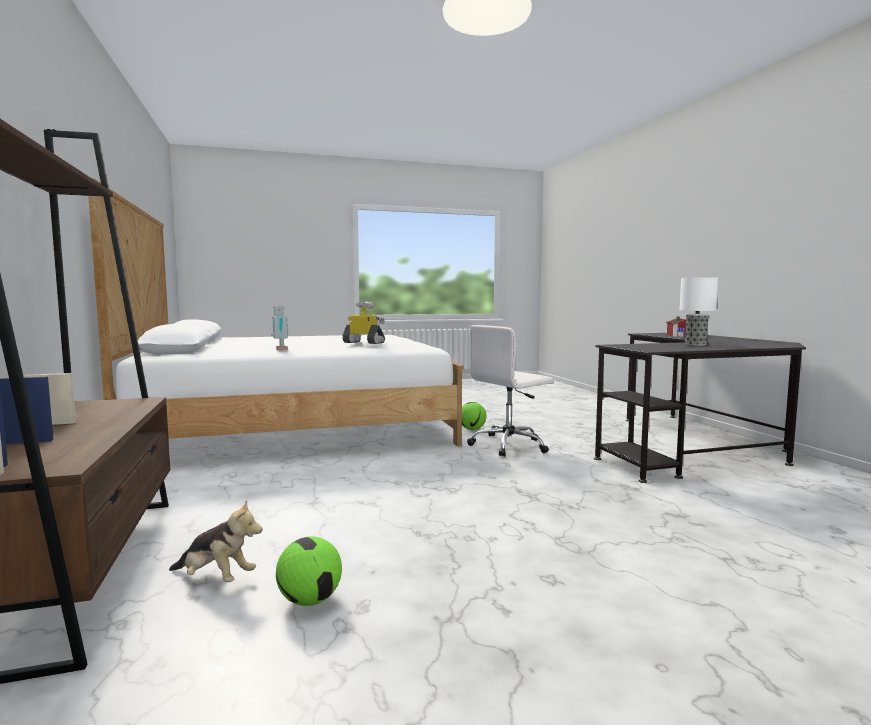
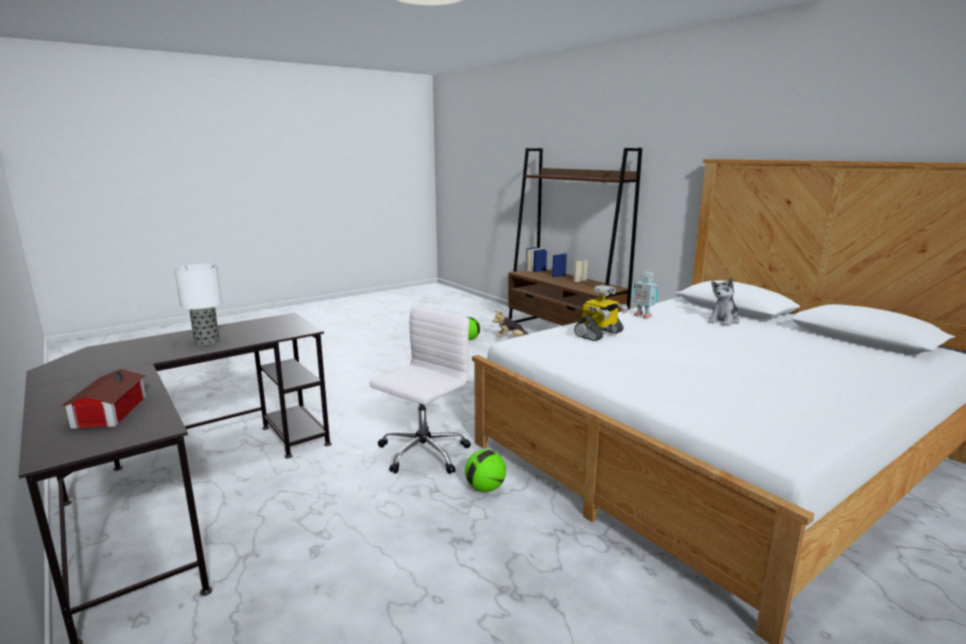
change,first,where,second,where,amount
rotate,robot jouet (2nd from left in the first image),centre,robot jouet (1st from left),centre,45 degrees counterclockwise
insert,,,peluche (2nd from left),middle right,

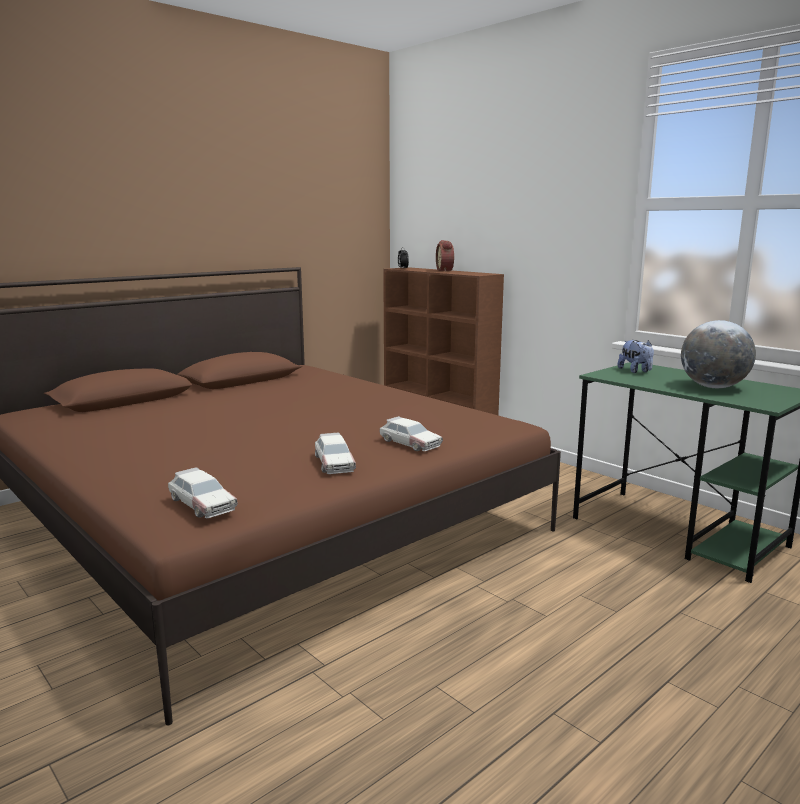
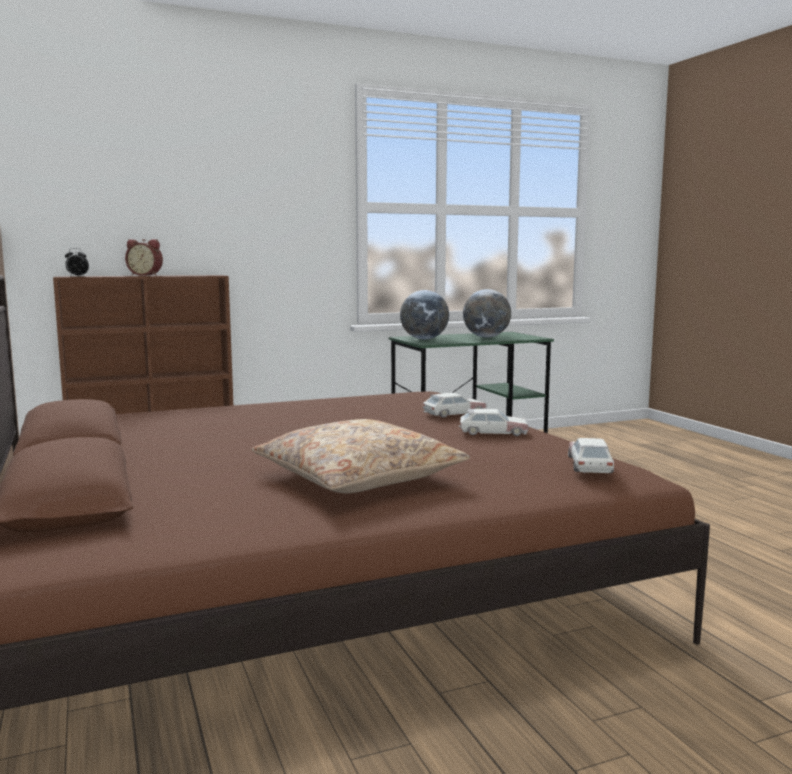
change,first,where,second,where,amount
rotate,petite voiture (1st from left in the first image),middle left,petite voiture (3rd from left),middle right,60 degrees counterclockwise
replace,peluche,middle right,globe (1st from left),centre,
insert,,,coussin/beige,centre,

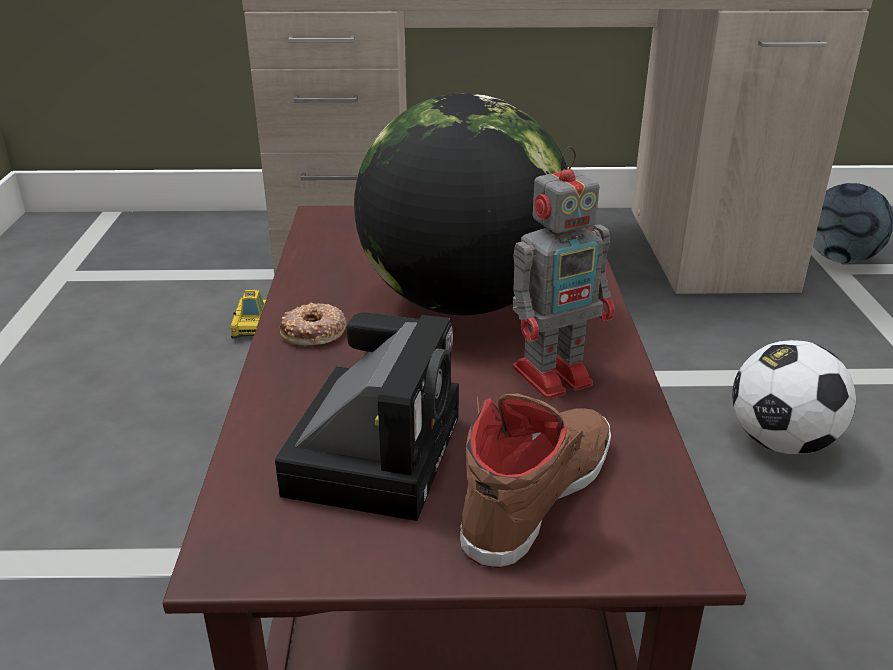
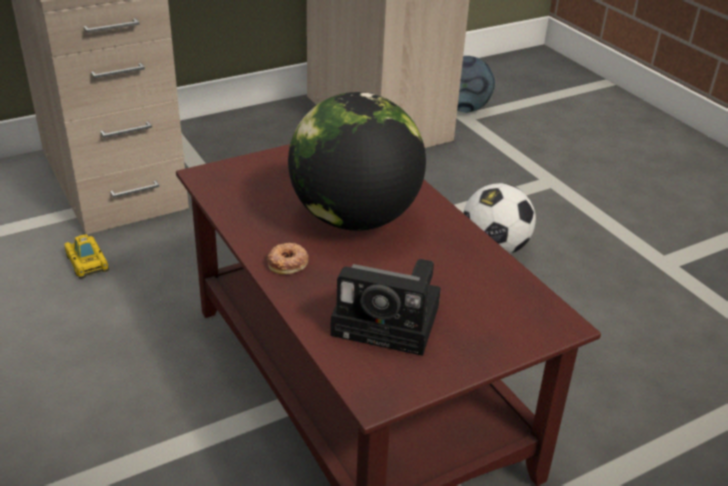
change,first,where,second,where,amount
rotate,appareil photo,centre,,centre,120 degrees clockwise
delete,chaussure/marron,bottom centre,,,
delete,robot jouet,centre,,,

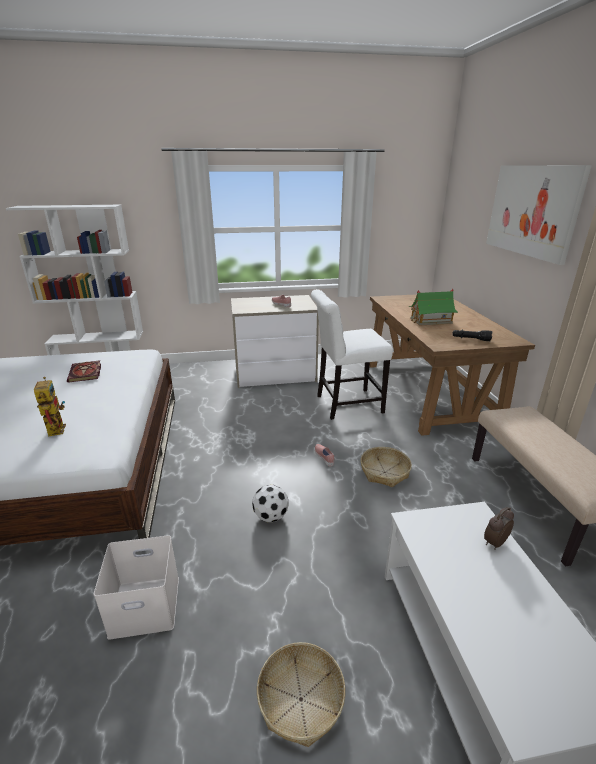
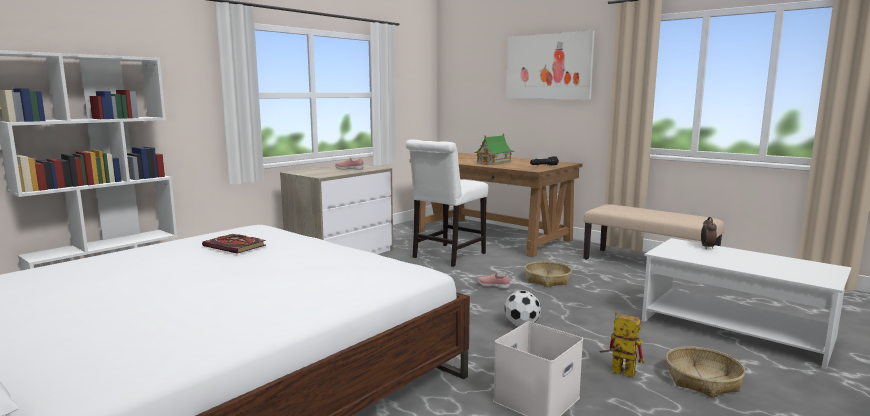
change,first,where,second,where,amount
move,robot jouet,middle left,,bottom right,

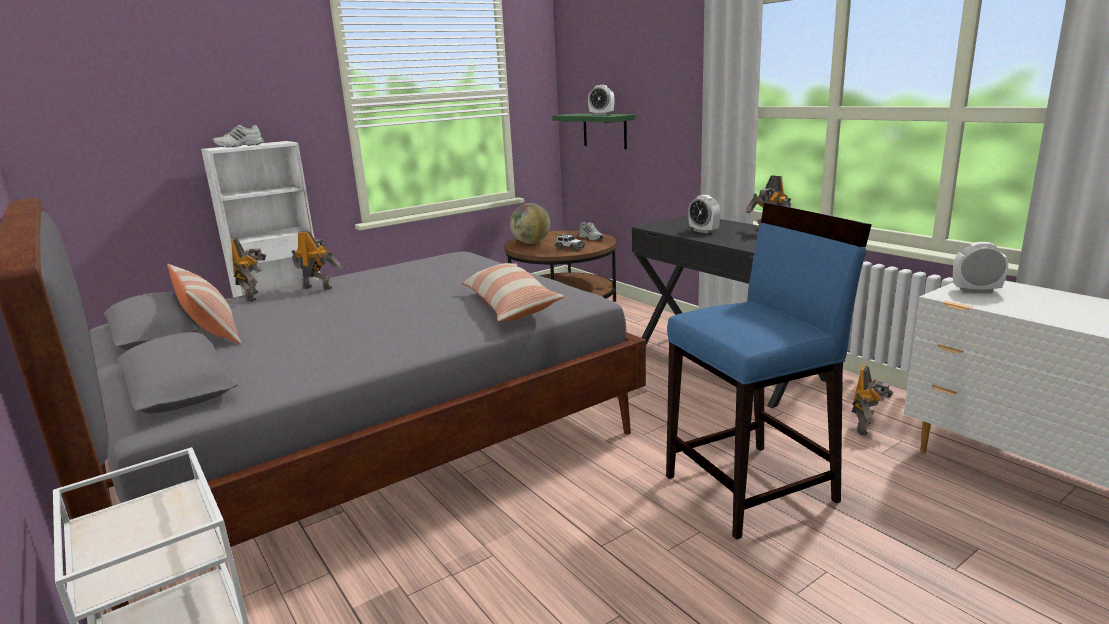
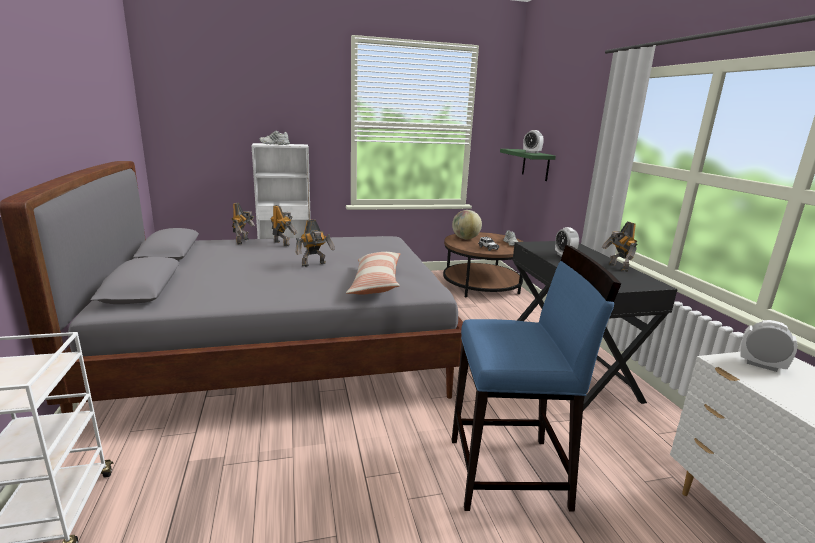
change,first,where,second,where,amount
delete,coussin (1st from left),middle left,,,
move,robot jouet (4th from left in the first image),middle right,robot jouet (3rd from left),centre,

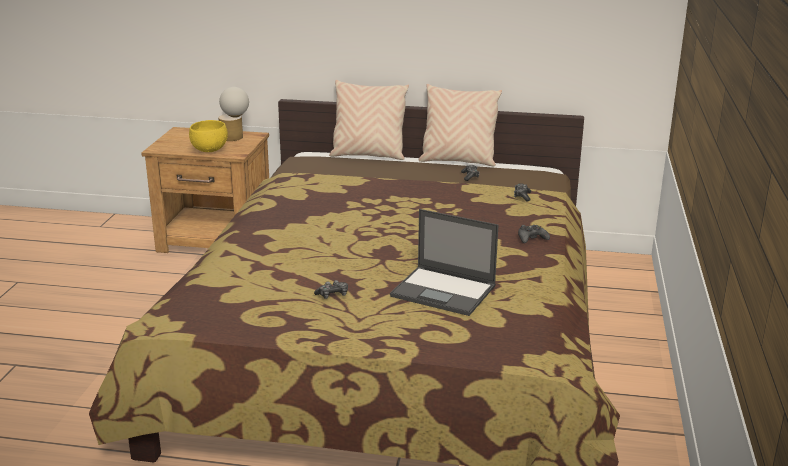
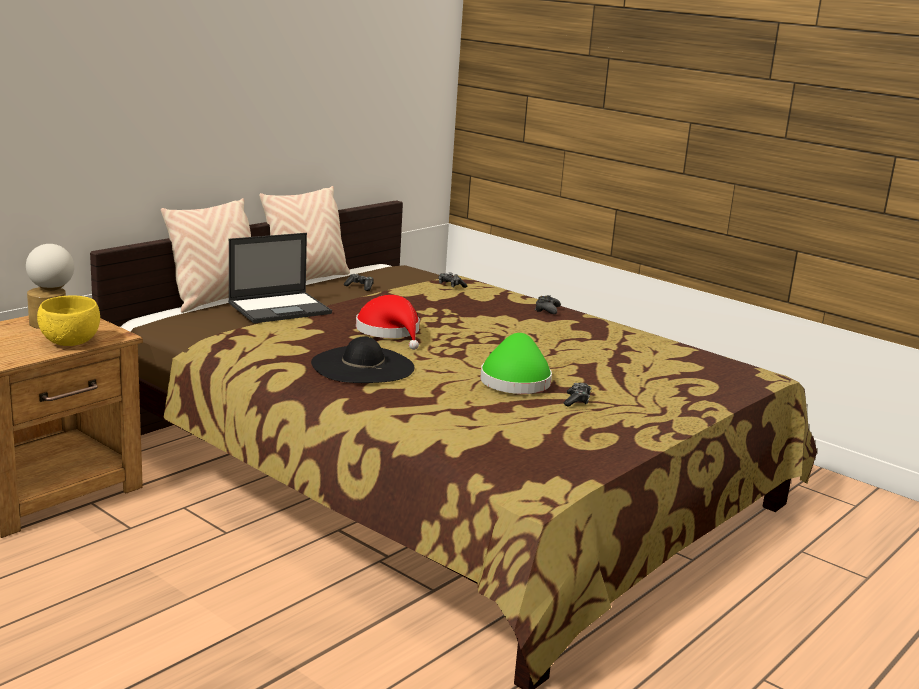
change,first,where,second,where,amount
move,ordinateur portable,centre,,middle left,
insert,,,chapeau/noir,centre,
insert,,,chapeau/rouge,centre,
insert,,,chapeau/vert,centre,

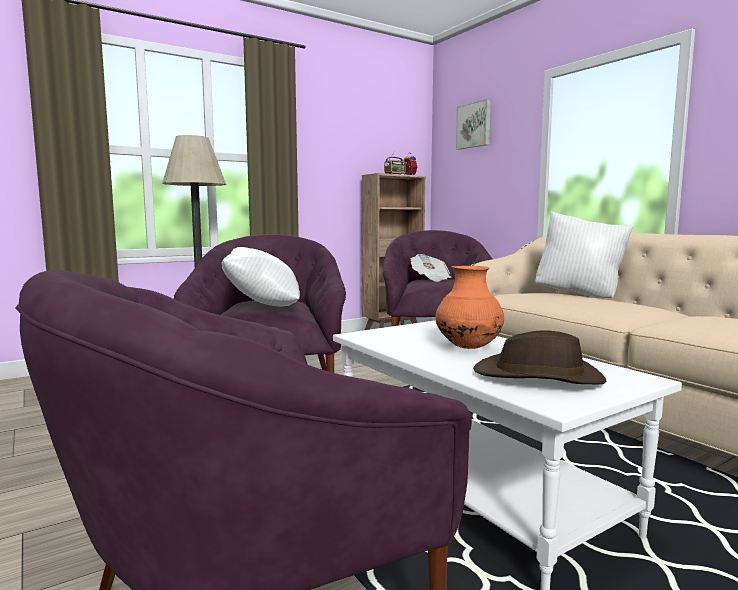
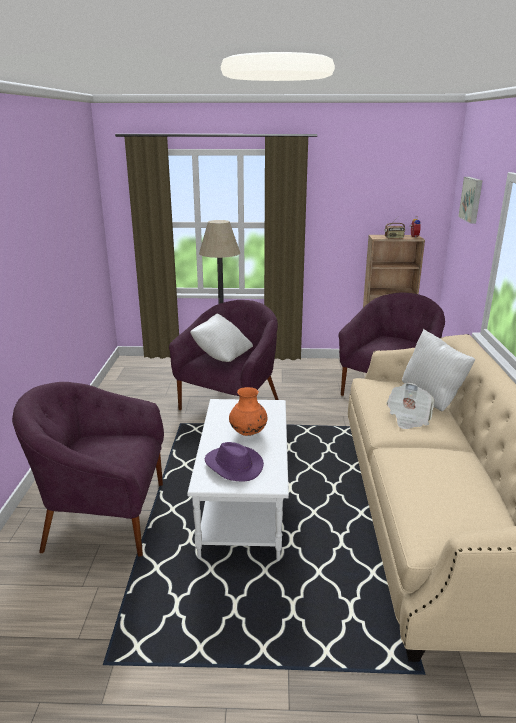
change,first,where,second,where,amount
move,journal,centre,,middle right,
recolor,chapeau/marron,middle right,chapeau/violet,centre,

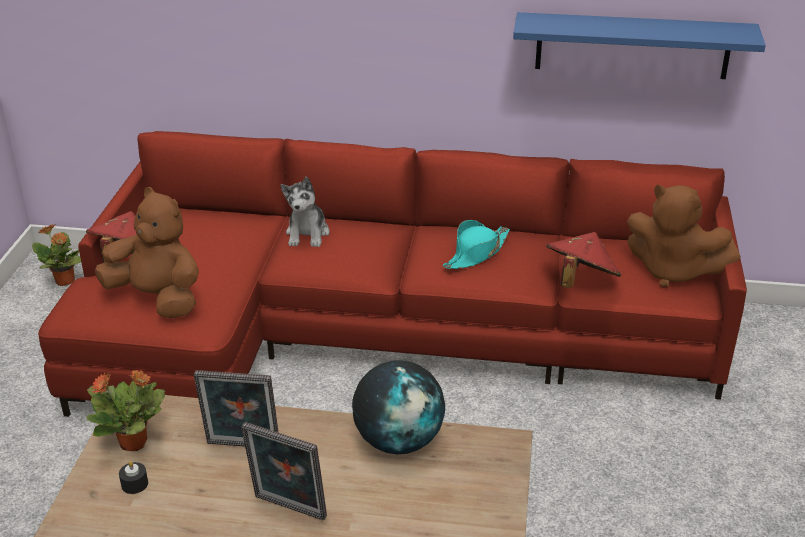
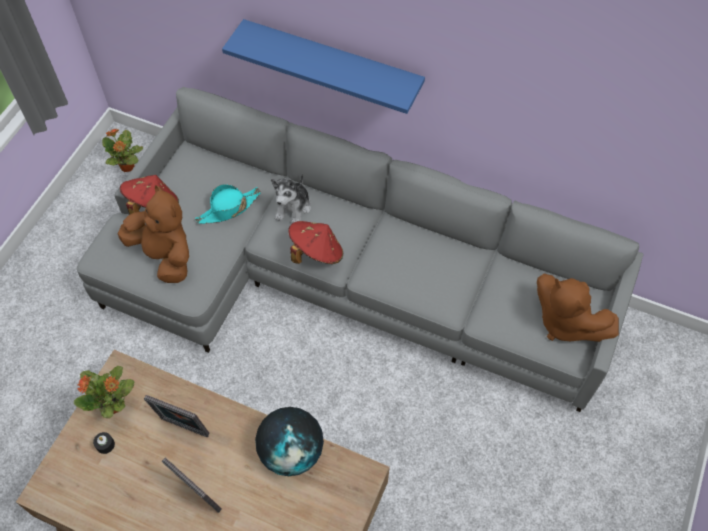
change,first,where,second,where,amount
recolor,canapé/rouge,centre,canapé/gris,centre,
move,chapeau/turquoise,centre,,middle left,
move,étagère/bleu,top right,,top centre,
move,chapeau/rouge (2nd from left),middle right,,centre,

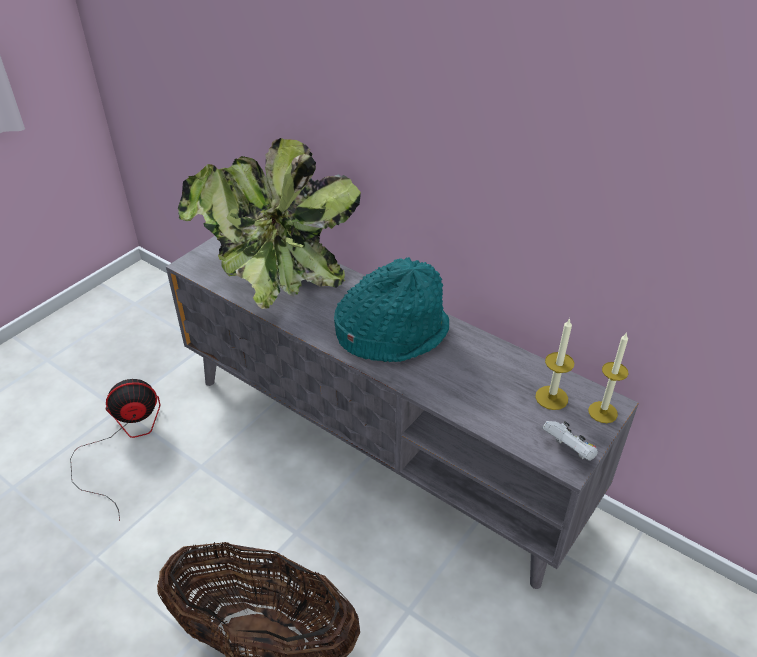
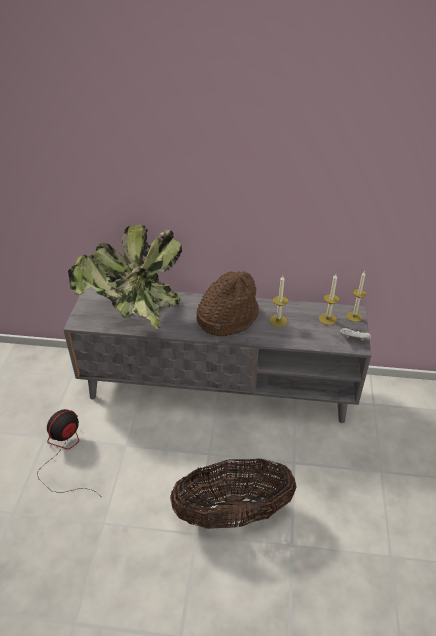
change,first,where,second,where,amount
recolor,chapeau/turquoise,centre,chapeau/marron,centre,
insert,,,bougie (1st from left),centre,

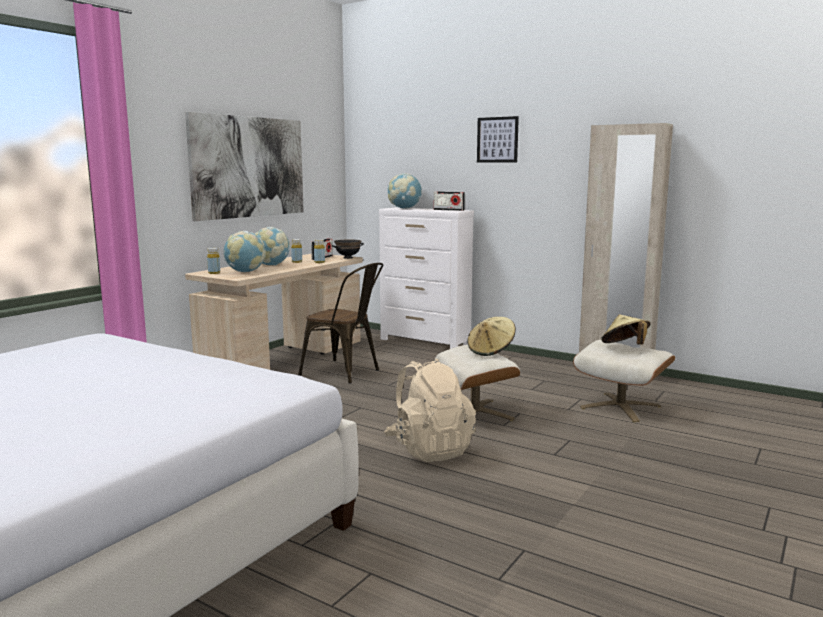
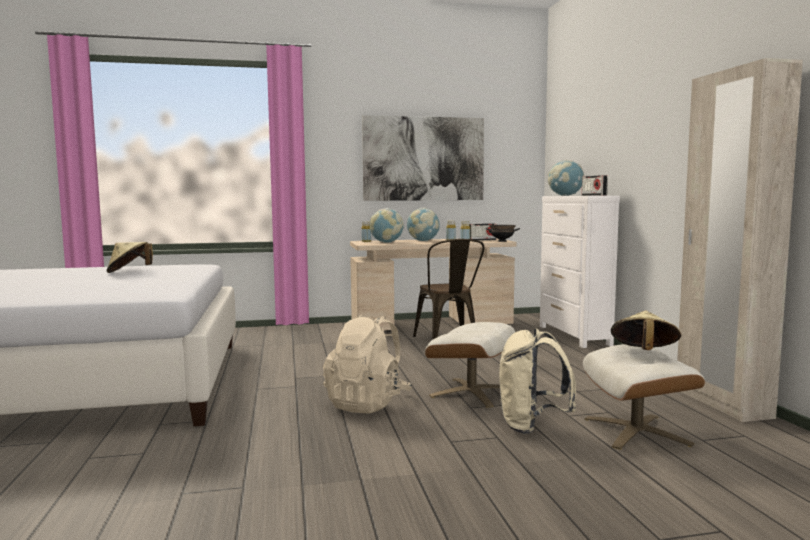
change,first,where,second,where,amount
move,chapeau/beige (1st from left),centre,,middle left,
delete,tableau (2nd from left),top centre,,,
insert,,,sac à dos/beige (2nd from left),bottom centre,

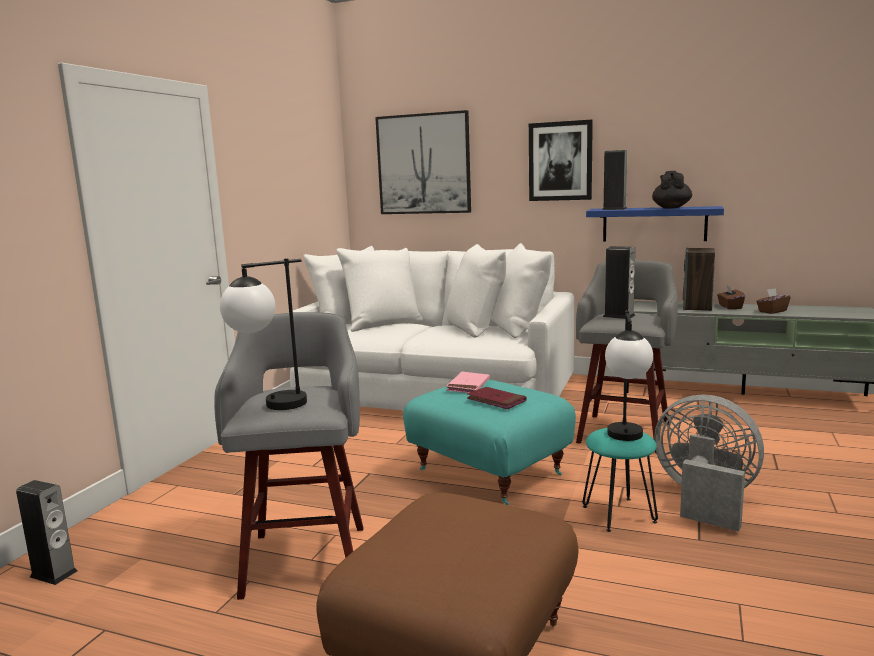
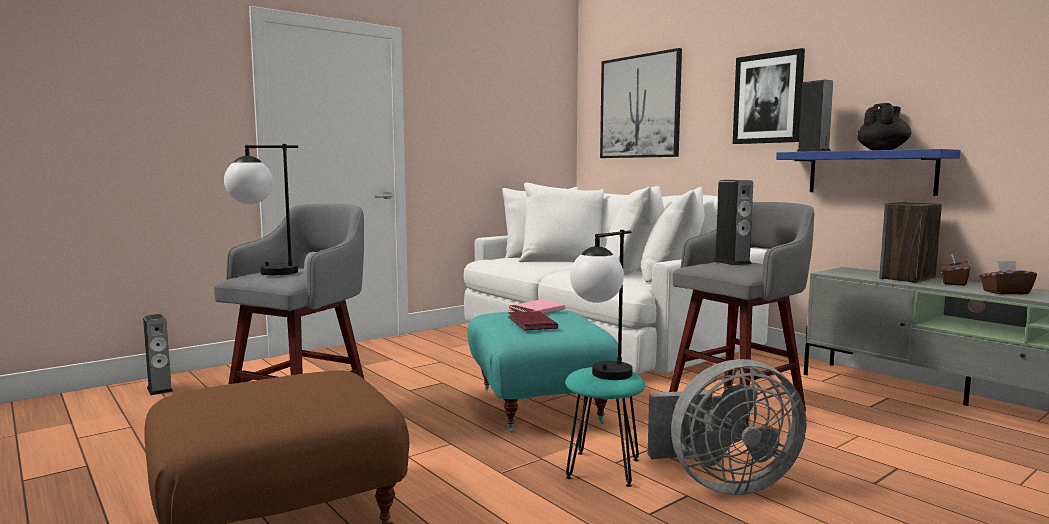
change,first,where,second,where,amount
rotate,ventilateur/gris,bottom right,,bottom right,105 degrees clockwise

